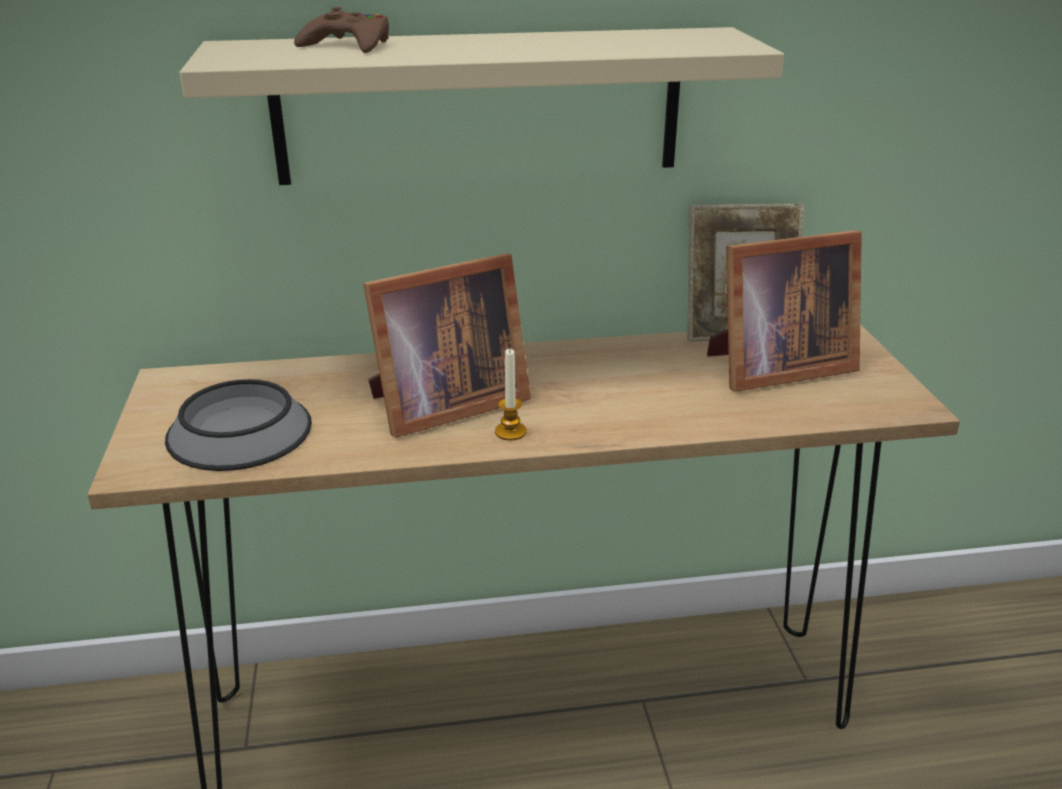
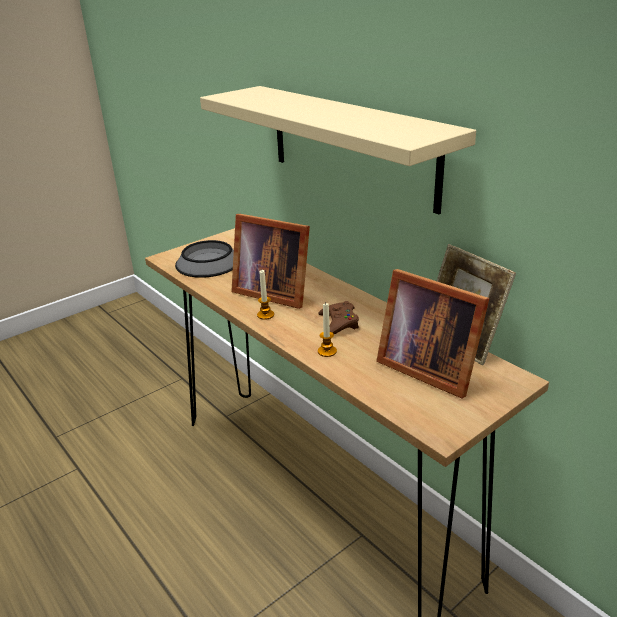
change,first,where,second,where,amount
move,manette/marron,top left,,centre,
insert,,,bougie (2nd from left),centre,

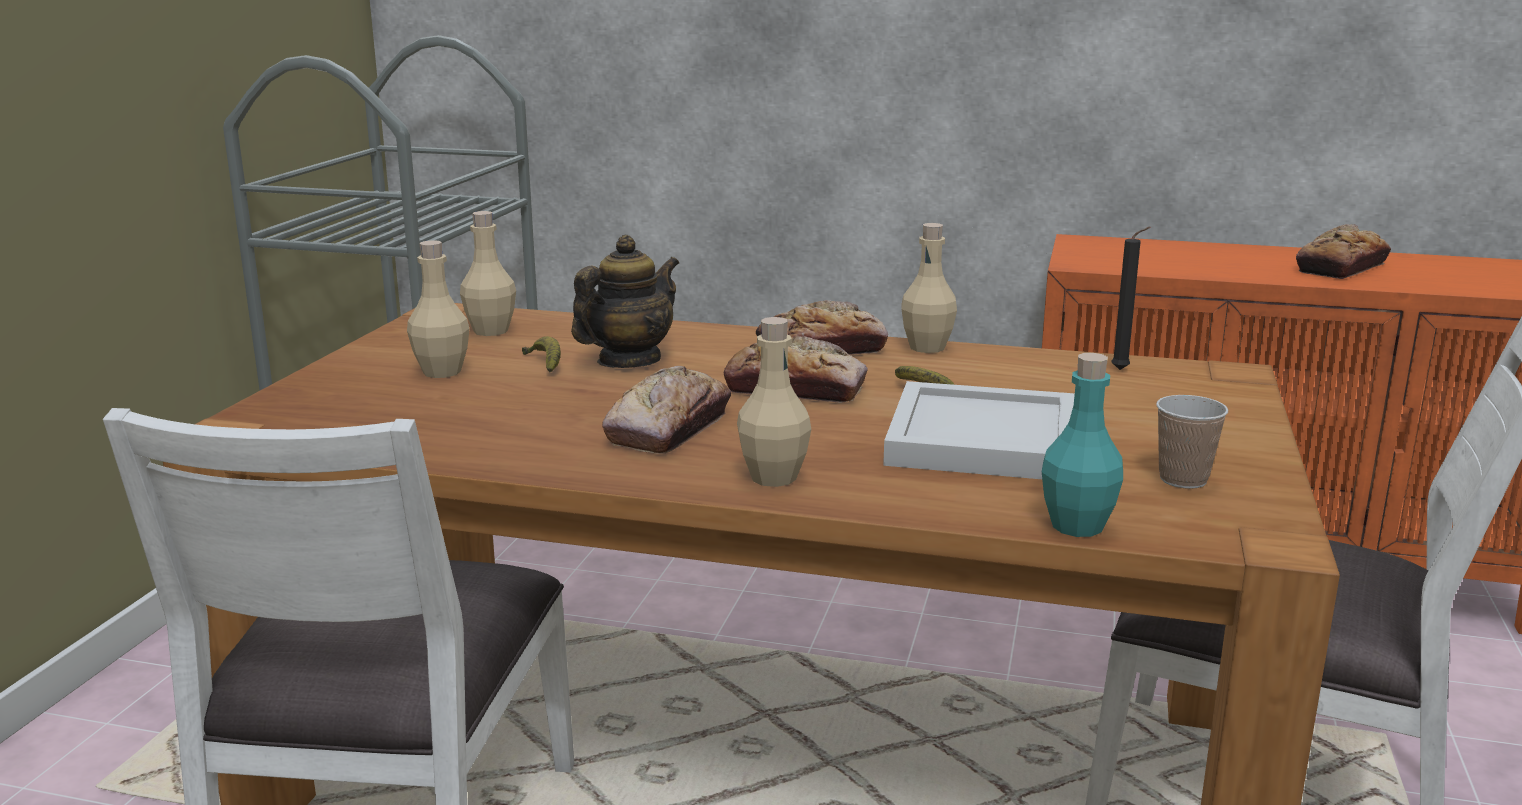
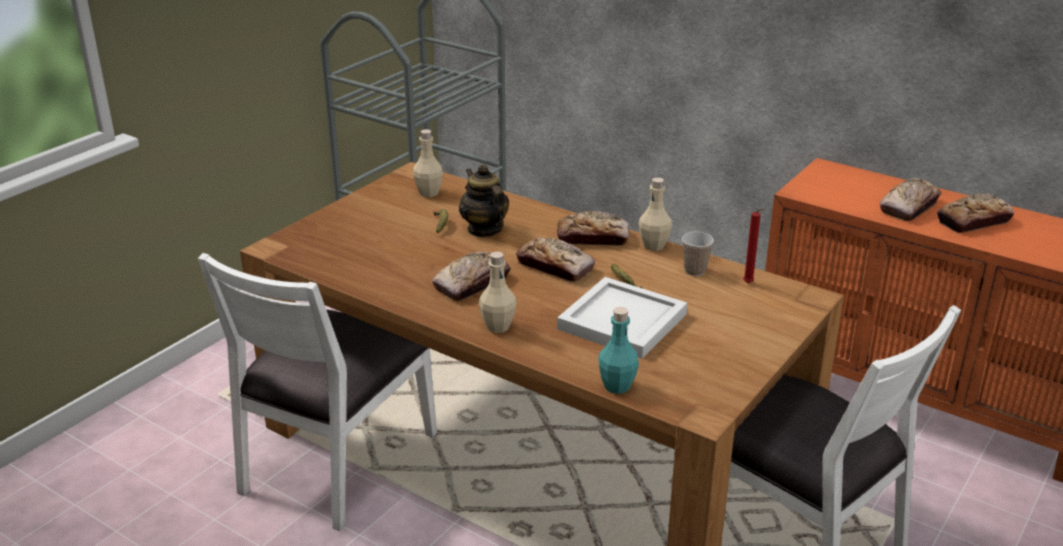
change,first,where,second,where,amount
delete,bouteille/beige (1st from left),middle left,,,
rotate,théière,centre,,centre,90 degrees counterclockwise
recolor,bougie/noir,middle right,bougie/rouge,middle right,
move,tasse,middle right,,centre,
insert,,,pain (4th from left),middle right,

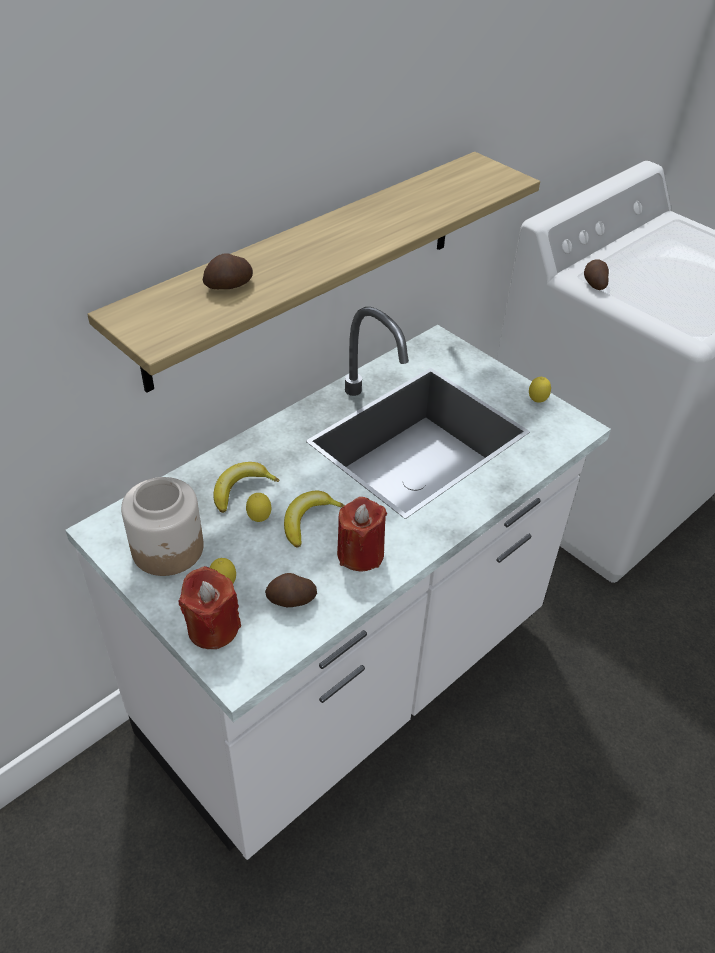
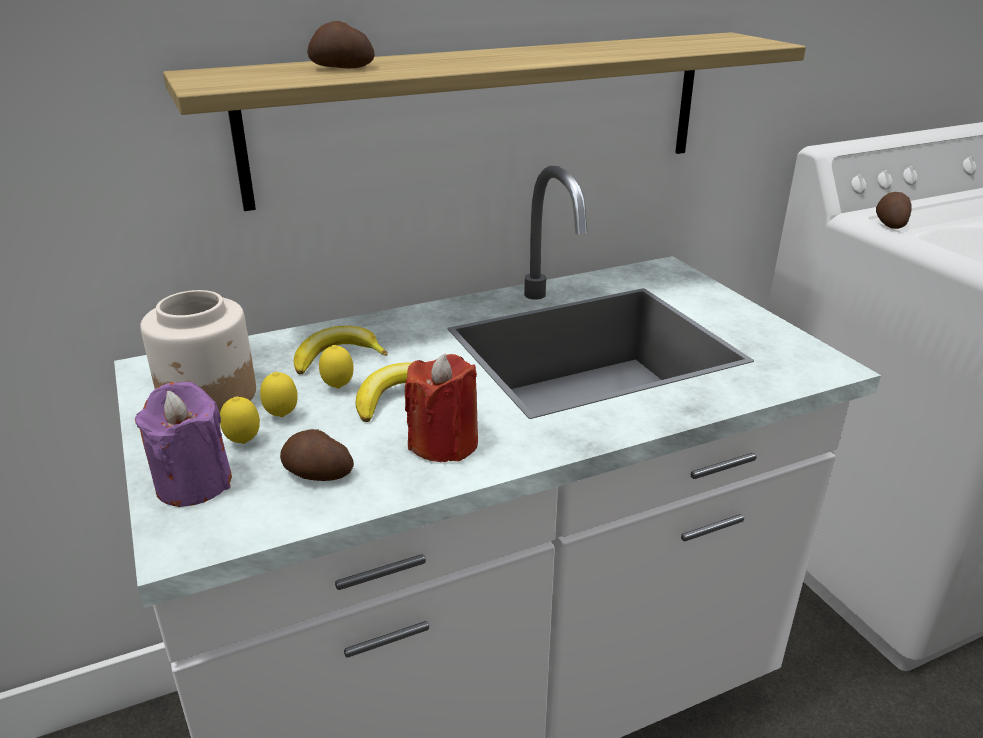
change,first,where,second,where,amount
recolor,bougie/rouge (1st from left),middle left,bougie/violet,middle left,
move,citron (3rd from left in the first image),middle right,citron (2nd from left),middle left,

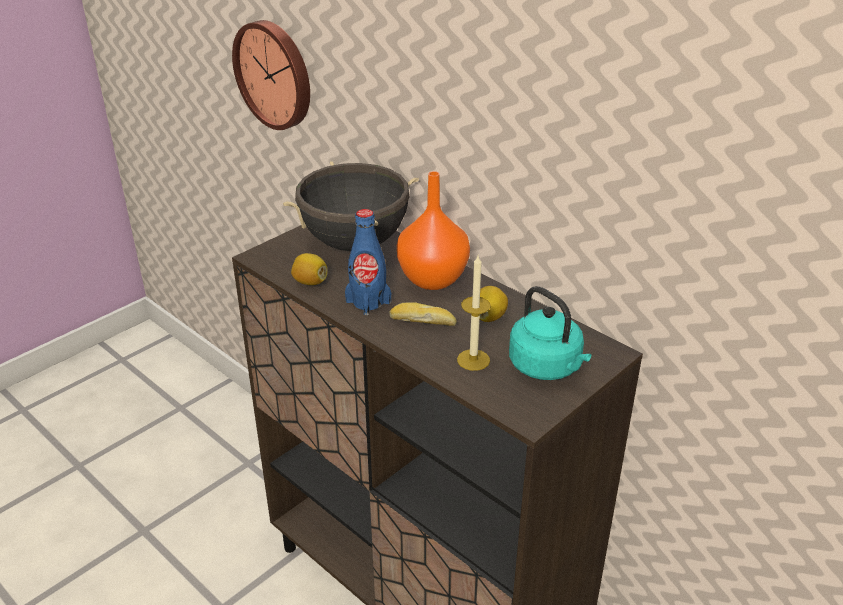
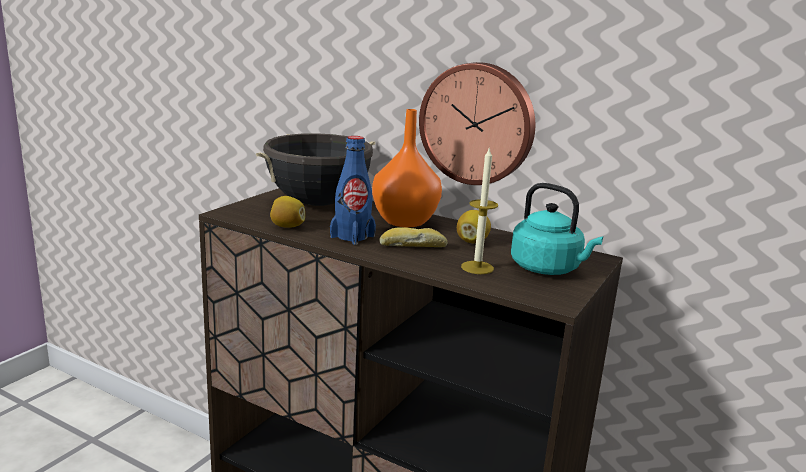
change,first,where,second,where,amount
move,horloge murale,top left,,top centre,

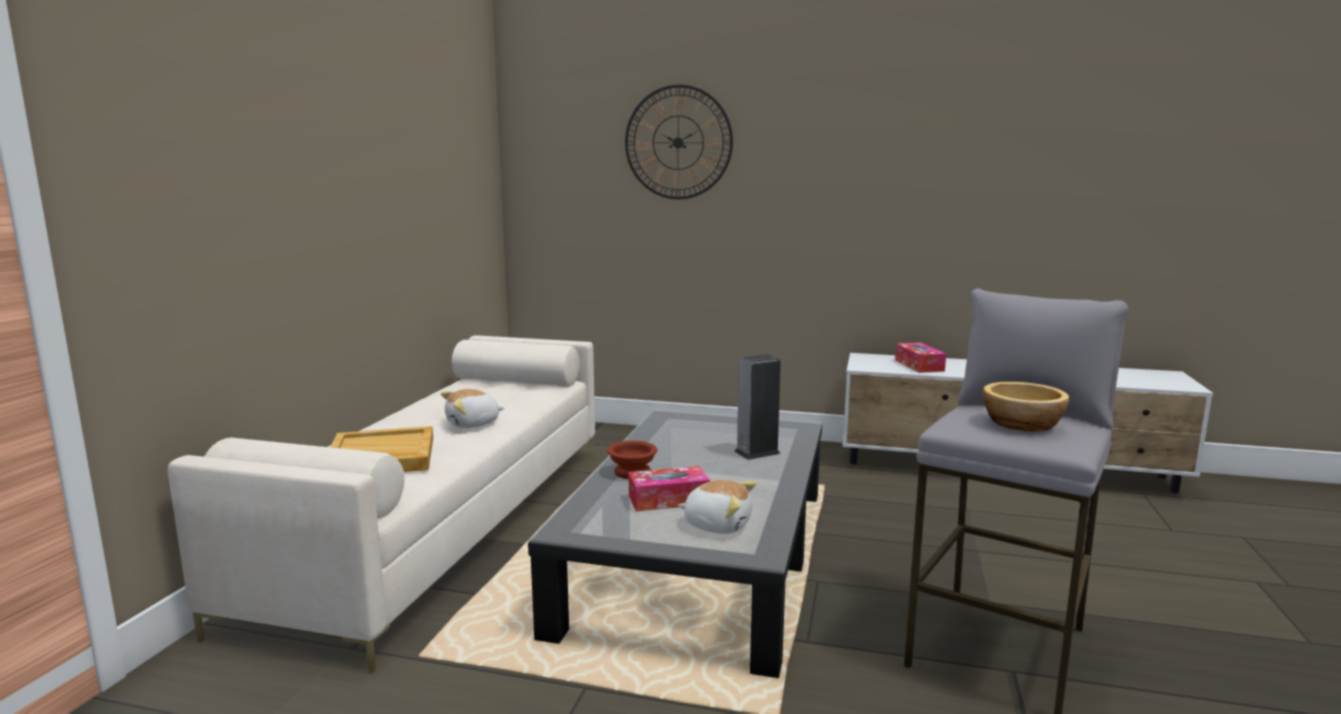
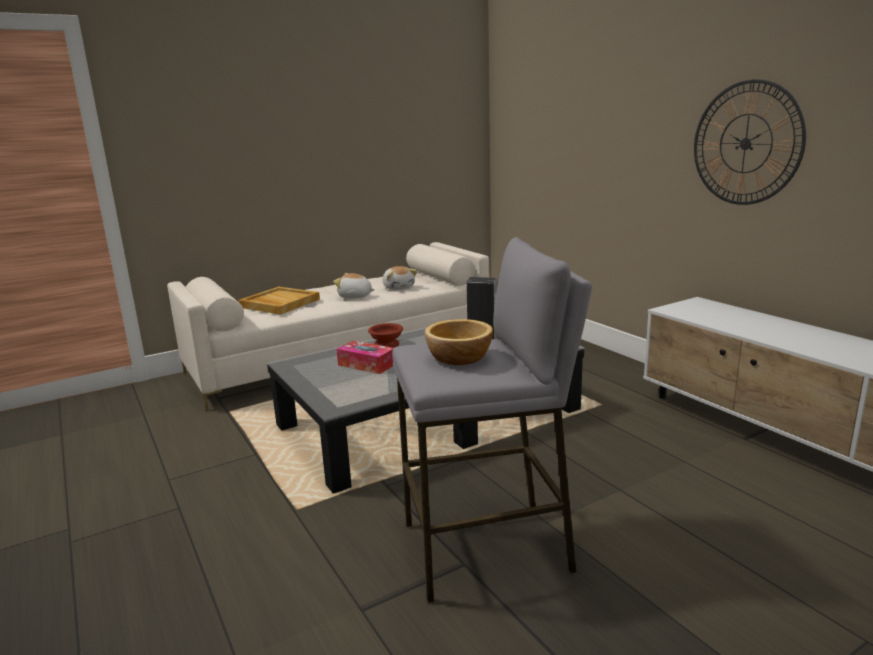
change,first,where,second,where,amount
move,horloge murale,top centre,,top right,
move,peluche (2nd from left),bottom centre,,centre,
delete,boîte à mouchoirs (2nd from left),middle right,,,

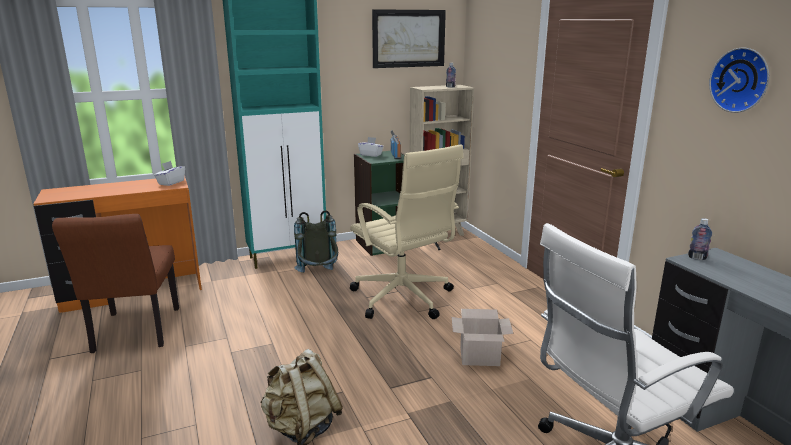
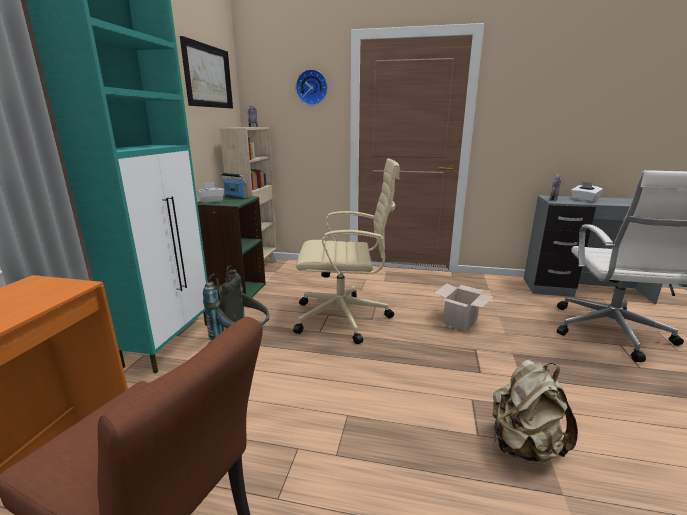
change,first,where,second,where,amount
move,boîte à mouchoirs/blanc (1st from left in the first image),middle left,boîte à mouchoirs/blanc (2nd from left),middle right,
move,horloge murale,top right,,top centre,

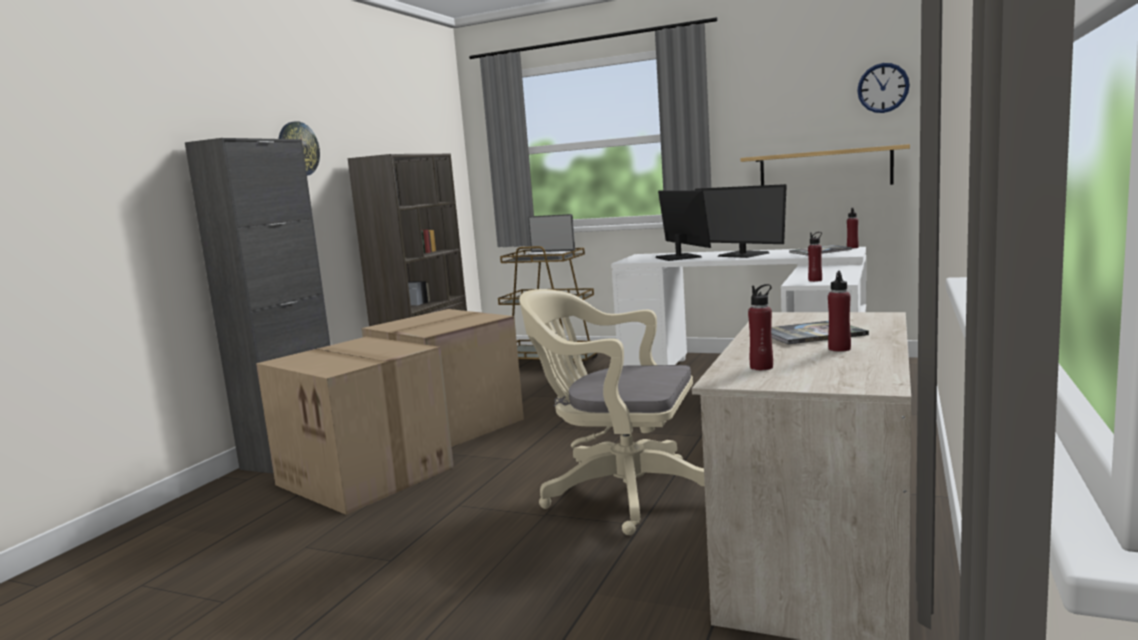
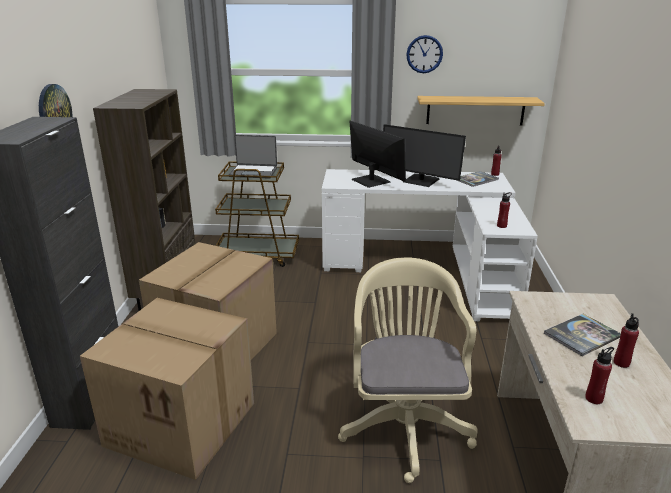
change,first,where,second,where,amount
rotate,chaise de bureau/beige,centre,,bottom centre,90 degrees clockwise
move,horloge murale (2nd from left),top right,,top centre,

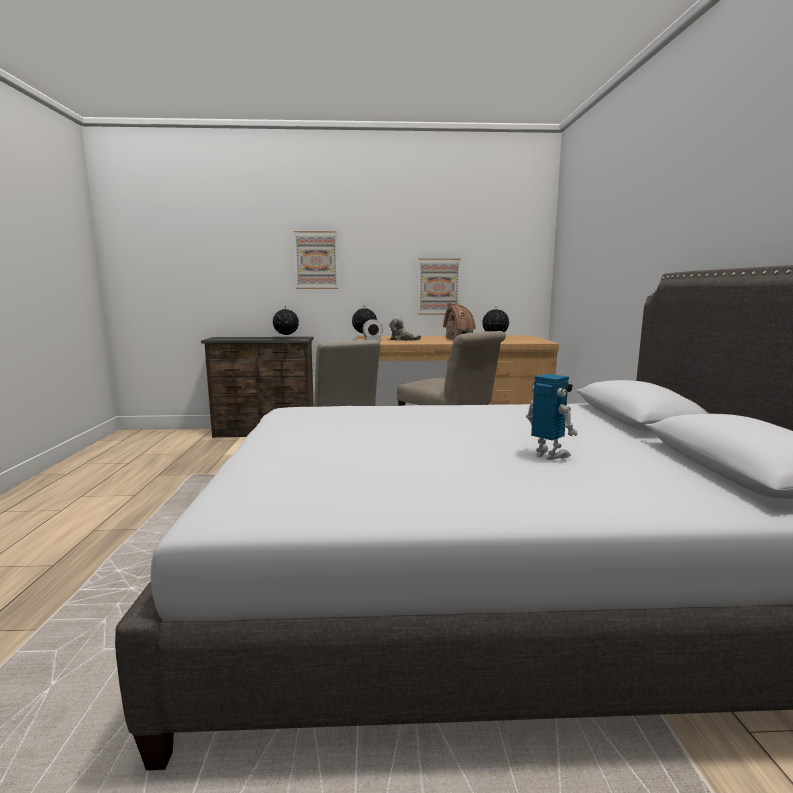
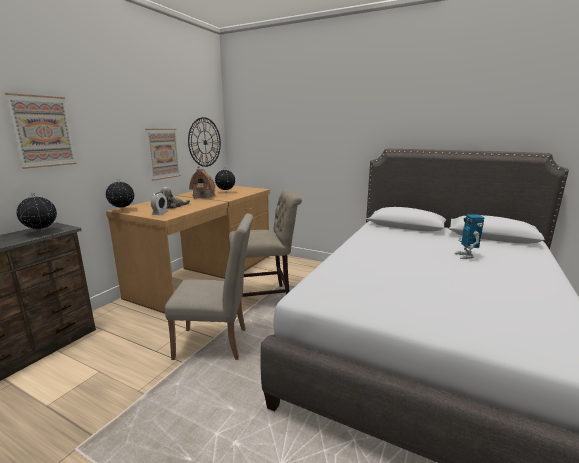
change,first,where,second,where,amount
rotate,robot jouet,middle right,,middle right,75 degrees counterclockwise
insert,,,horloge murale,top centre,

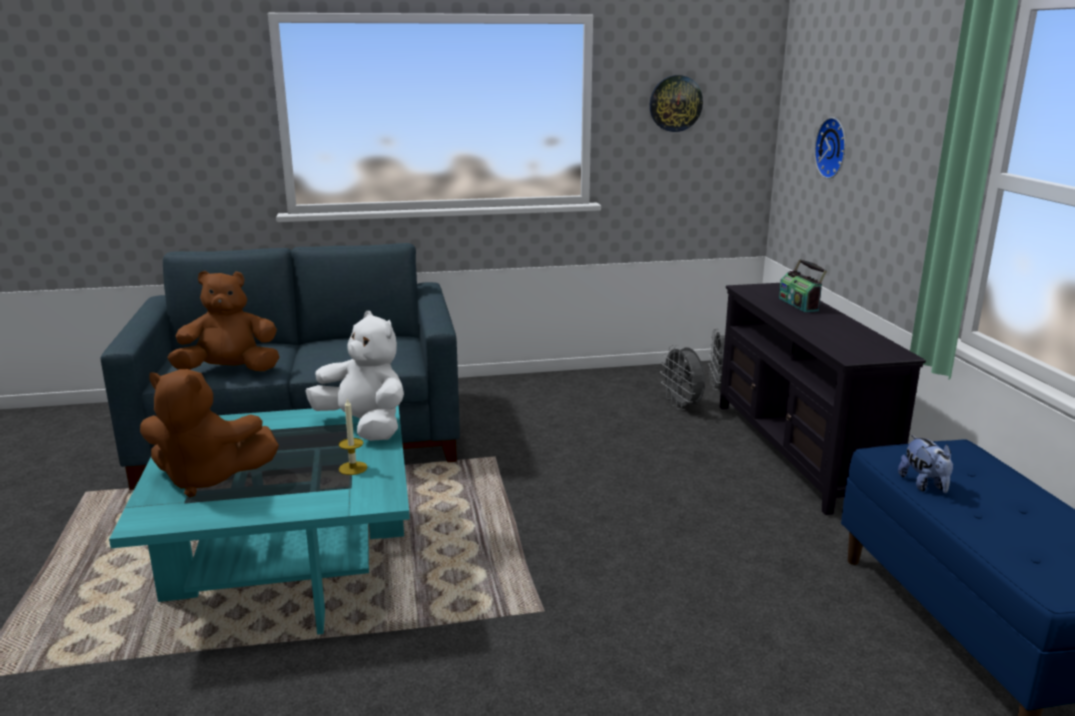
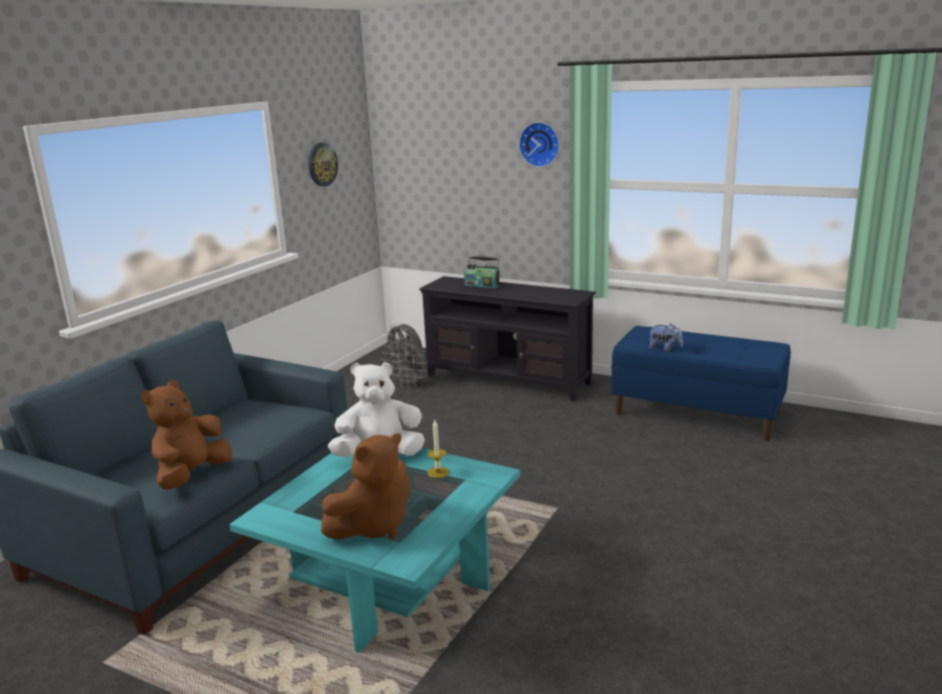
change,first,where,second,where,amount
move,horloge murale (2nd from left),top right,,top centre,

